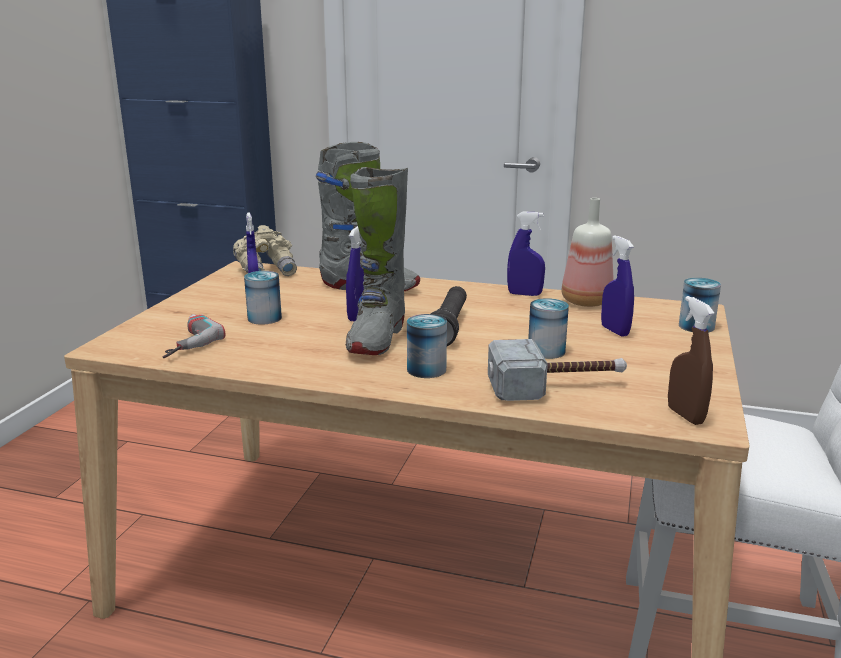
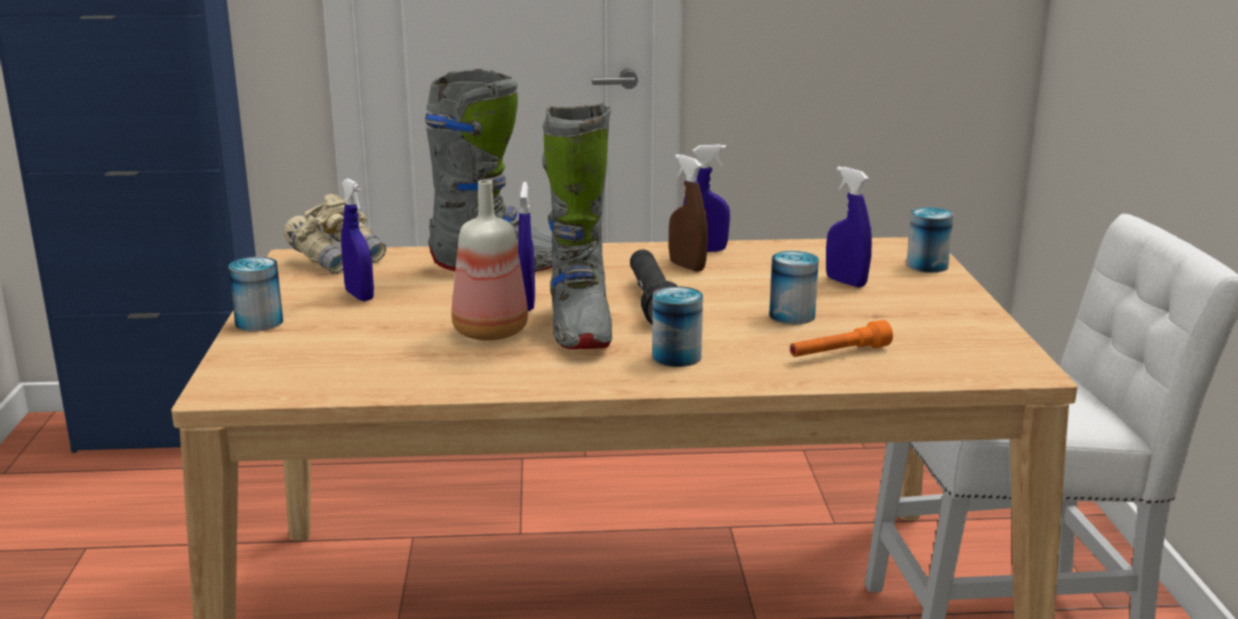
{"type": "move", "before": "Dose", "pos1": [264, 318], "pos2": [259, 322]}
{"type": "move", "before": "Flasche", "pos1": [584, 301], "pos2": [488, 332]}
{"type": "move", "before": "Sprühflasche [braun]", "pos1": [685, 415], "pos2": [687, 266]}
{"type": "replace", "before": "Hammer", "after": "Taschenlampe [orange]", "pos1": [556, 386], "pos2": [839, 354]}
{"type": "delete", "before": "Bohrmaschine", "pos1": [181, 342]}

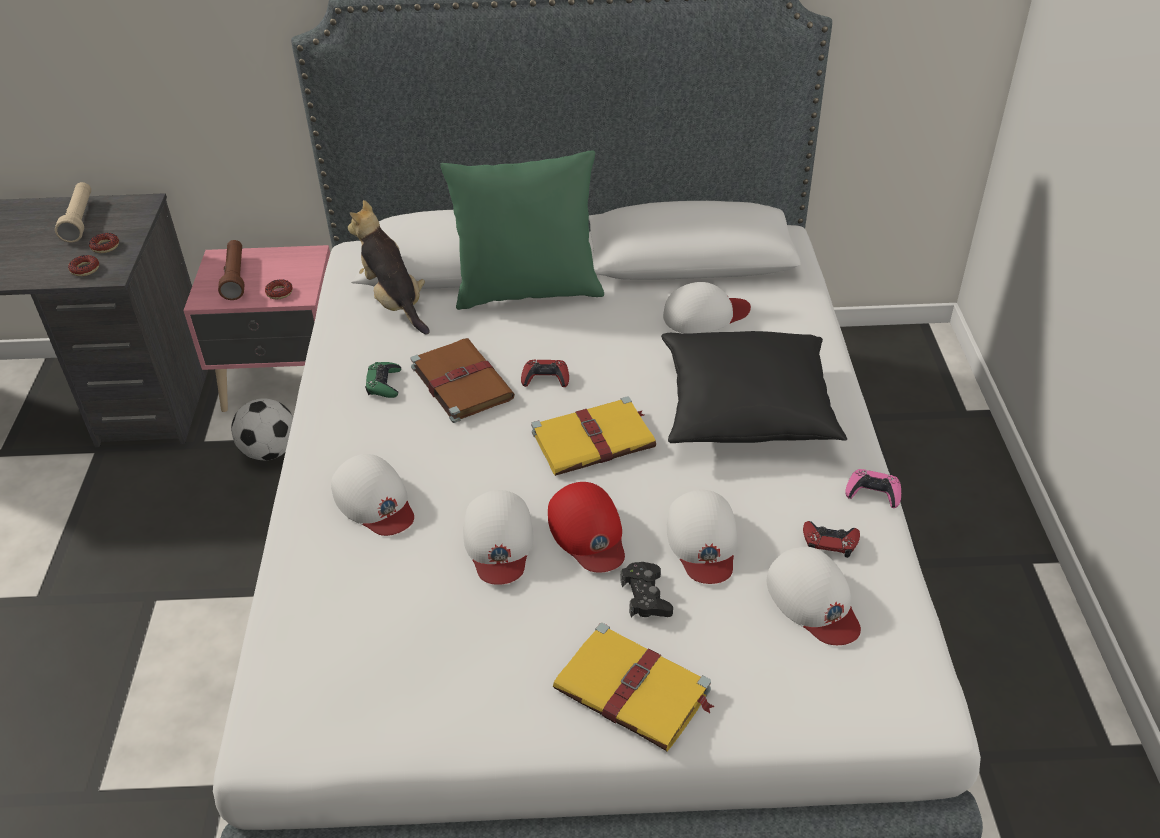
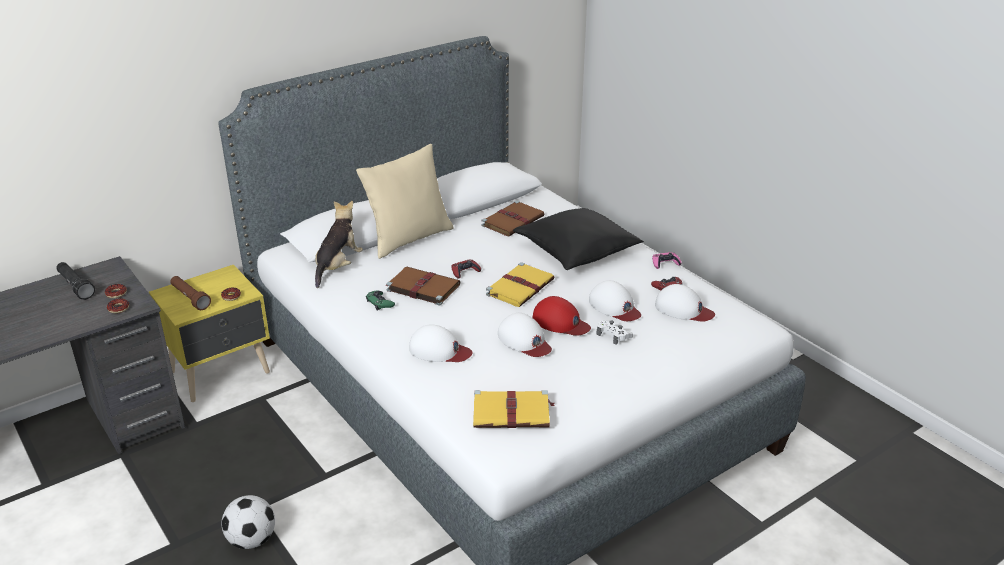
{"type": "recolor", "before": "Taschenlampe [beige]", "after": "Taschenlampe [schwarz]", "pos1": [80, 220], "pos2": [75, 286]}
{"type": "recolor", "before": "Nachttisch [rosa]", "after": "Nachttisch [gelb]", "pos1": [286, 384], "pos2": [222, 373]}
{"type": "move", "before": "Fußball", "pos1": [270, 451], "pos2": [251, 540]}
{"type": "rotate", "before": "Plüschtier", "pos1": [394, 302], "pos2": [338, 266], "turn": 90}
{"type": "recolor", "before": "Kissen [grün]", "after": "Kissen [beige]", "pos1": [528, 291], "pos2": [408, 239]}
{"type": "move", "before": "Buch [gelb]", "pos1": [634, 691], "pos2": [513, 412]}
{"type": "replace", "before": "Kappe [weiß]", "after": "Buch [braun]", "pos1": [705, 314], "pos2": [513, 221]}
{"type": "recolor", "before": "Gamepad [schwarz]", "after": "Gamepad [weiß]", "pos1": [646, 597], "pos2": [613, 335]}

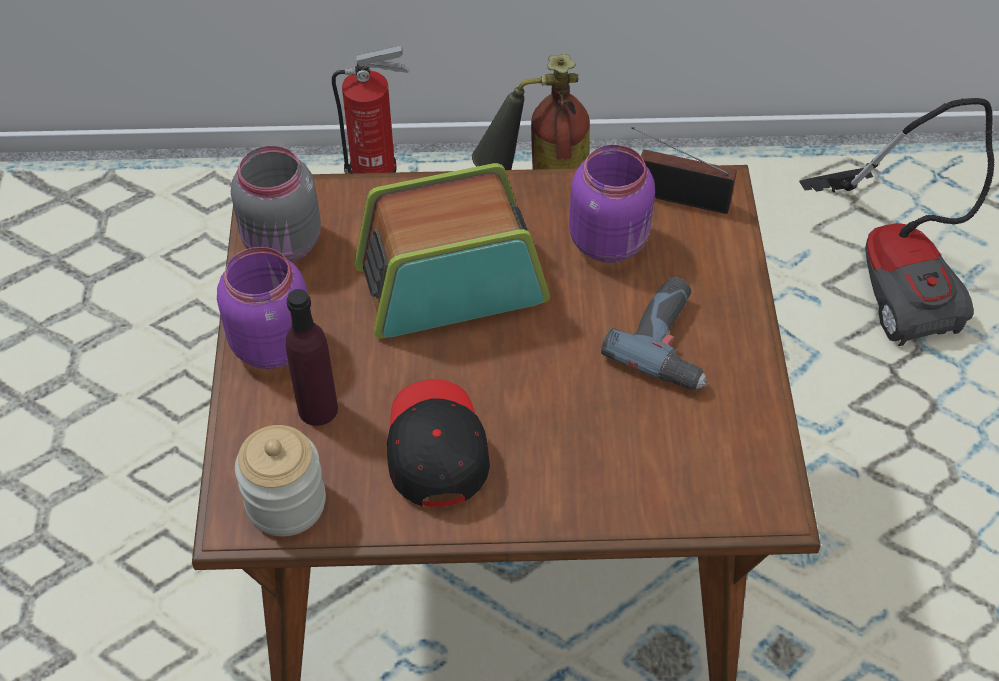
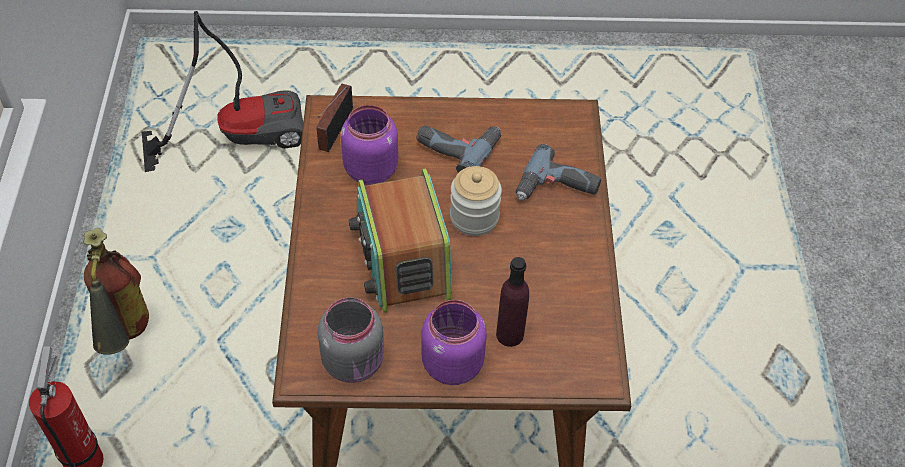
{"type": "move", "before": "Vorratsglas", "pos1": [286, 503], "pos2": [474, 217]}
{"type": "insert", "after": "Bohrmaschine", "pos2": [557, 189]}
{"type": "delete", "before": "Kappe [schwarz]", "pos1": [435, 447]}

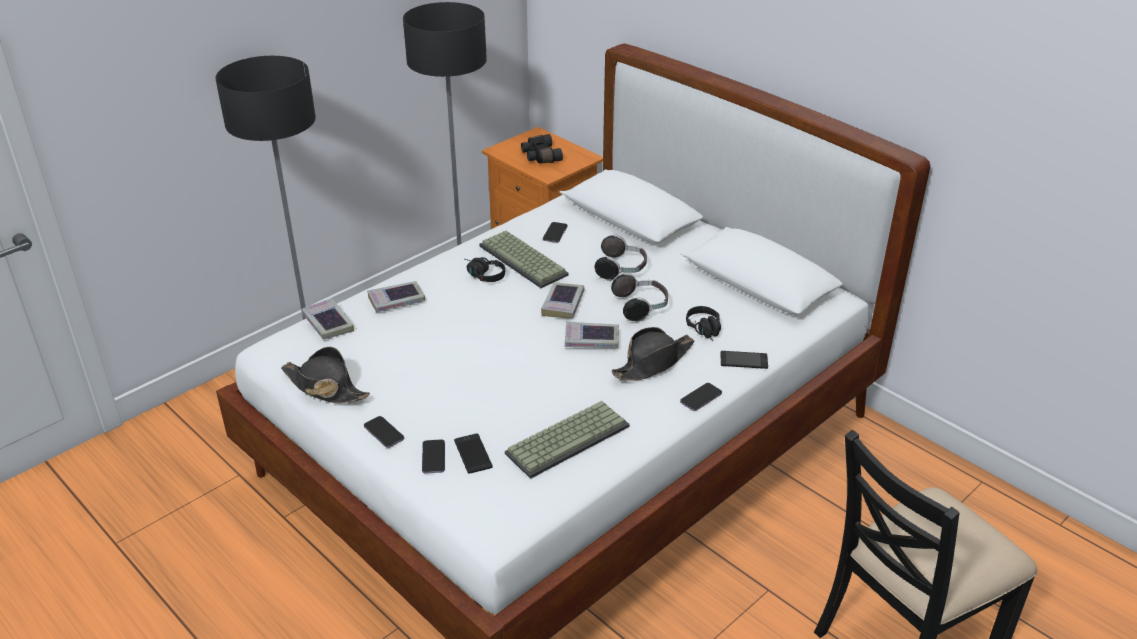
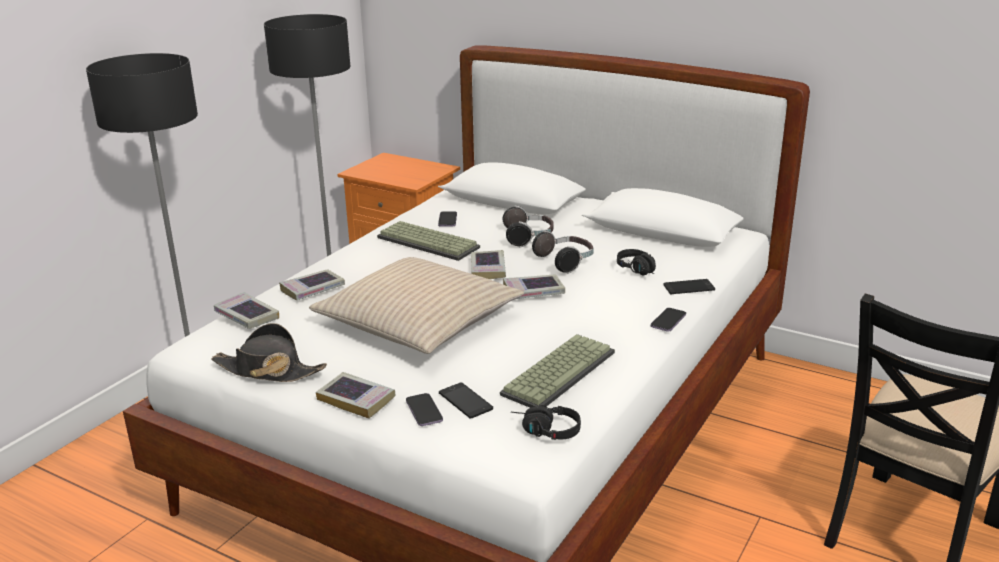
{"type": "insert", "after": "Kissen [beige]", "pos2": [418, 322]}
{"type": "replace", "before": "Handy", "after": "Buch", "pos1": [384, 433], "pos2": [356, 399]}
{"type": "move", "before": "Kopfhörer [schwarz]", "pos1": [482, 275], "pos2": [544, 431]}
{"type": "delete", "before": "Fernglas [schwarz]", "pos1": [540, 156]}
{"type": "delete", "before": "Hut [schwarz]", "pos1": [653, 362]}

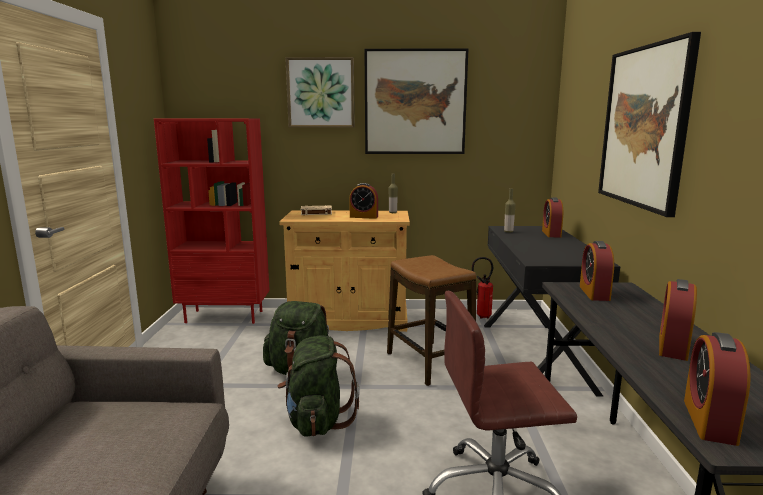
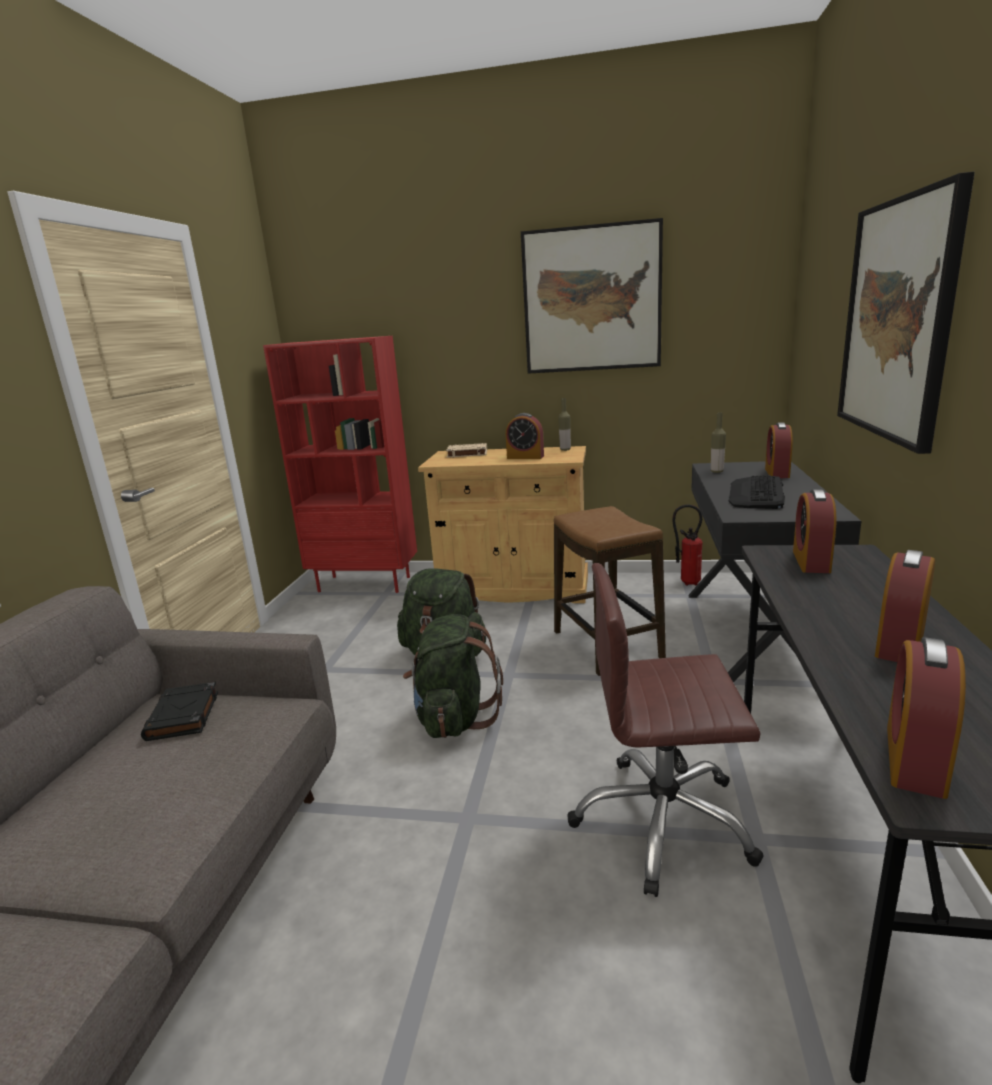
{"type": "insert", "after": "Buch [schwarz]", "pos2": [183, 716]}
{"type": "insert", "after": "Tastatur", "pos2": [756, 494]}
{"type": "delete", "before": "Bild", "pos1": [321, 93]}

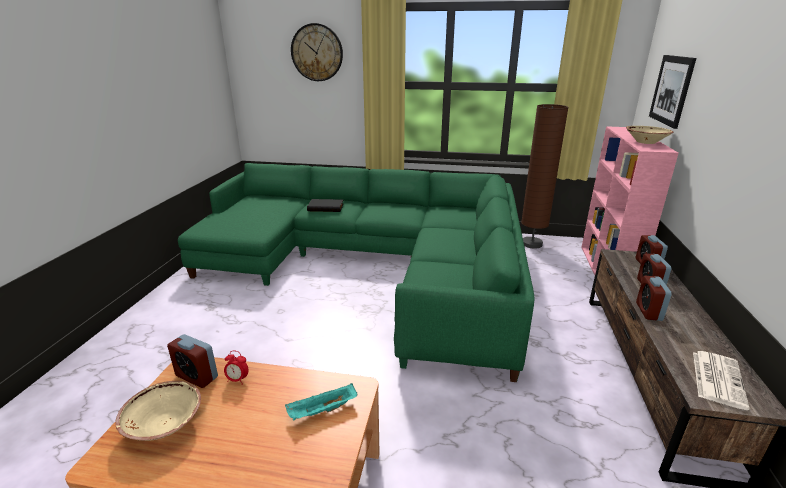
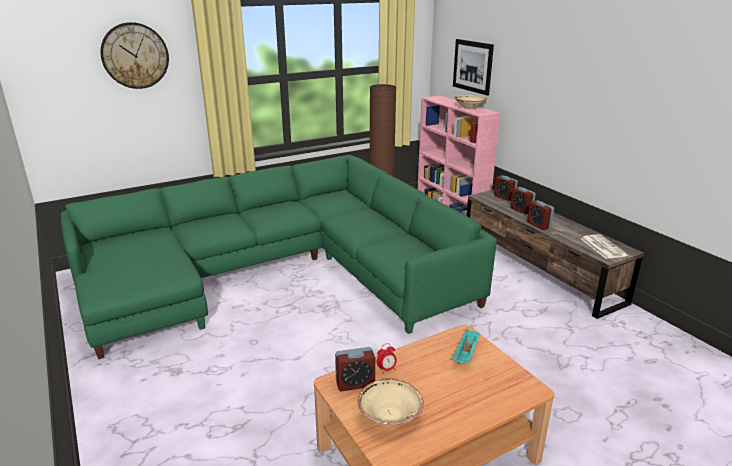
{"type": "delete", "before": "Buch [schwarz]", "pos1": [326, 207]}

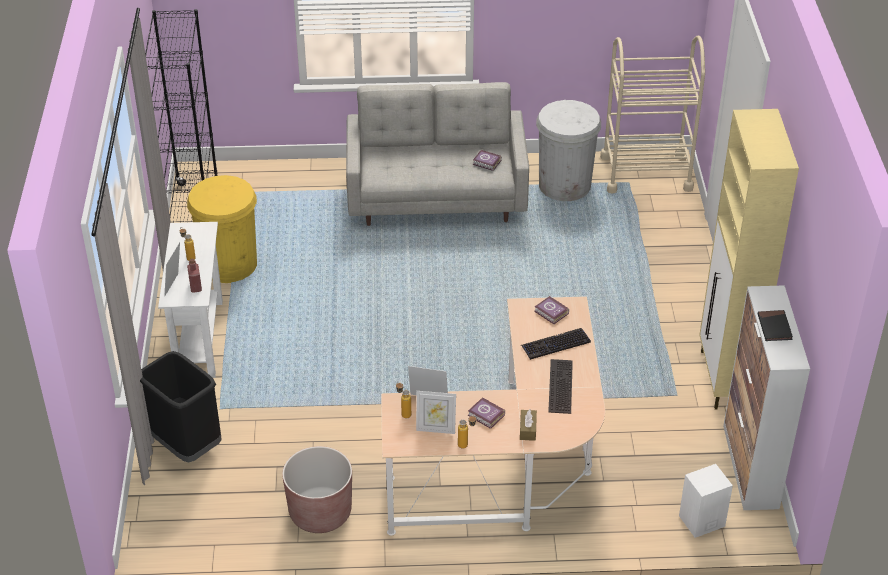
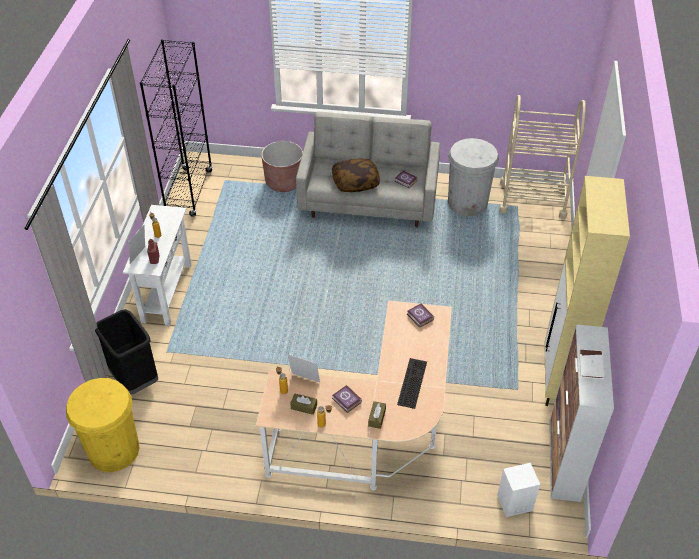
{"type": "move", "before": "Mülleimer [gelb]", "pos1": [229, 264], "pos2": [113, 450]}
{"type": "move", "before": "Pflanzkübel [braun]", "pos1": [320, 512], "pos2": [284, 182]}
{"type": "replace", "before": "Bilderrahmen", "after": "Taschentuchbox [braun]", "pos1": [436, 429], "pos2": [304, 407]}
{"type": "insert", "after": "Kissen", "pos2": [355, 182]}
{"type": "recolor", "before": "Buch [schwarz]", "after": "Buch [weiß]", "pos1": [774, 327], "pos2": [591, 365]}
{"type": "delete", "before": "Tastatur", "pos1": [555, 344]}

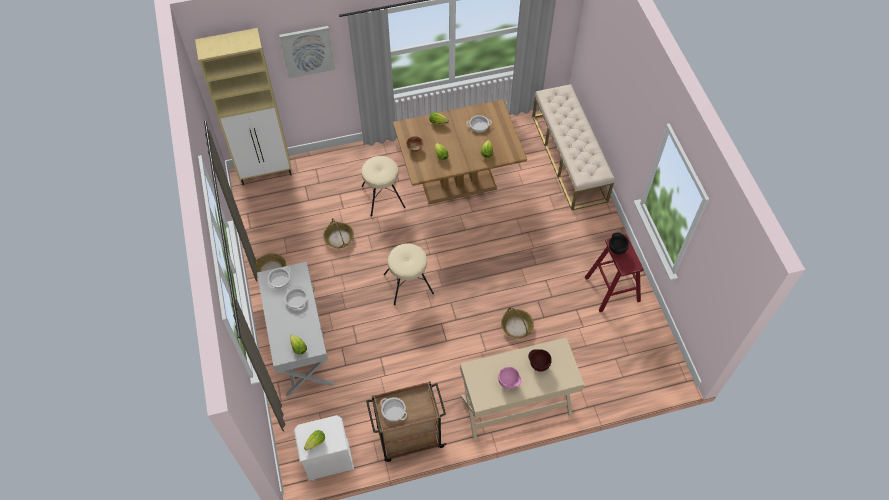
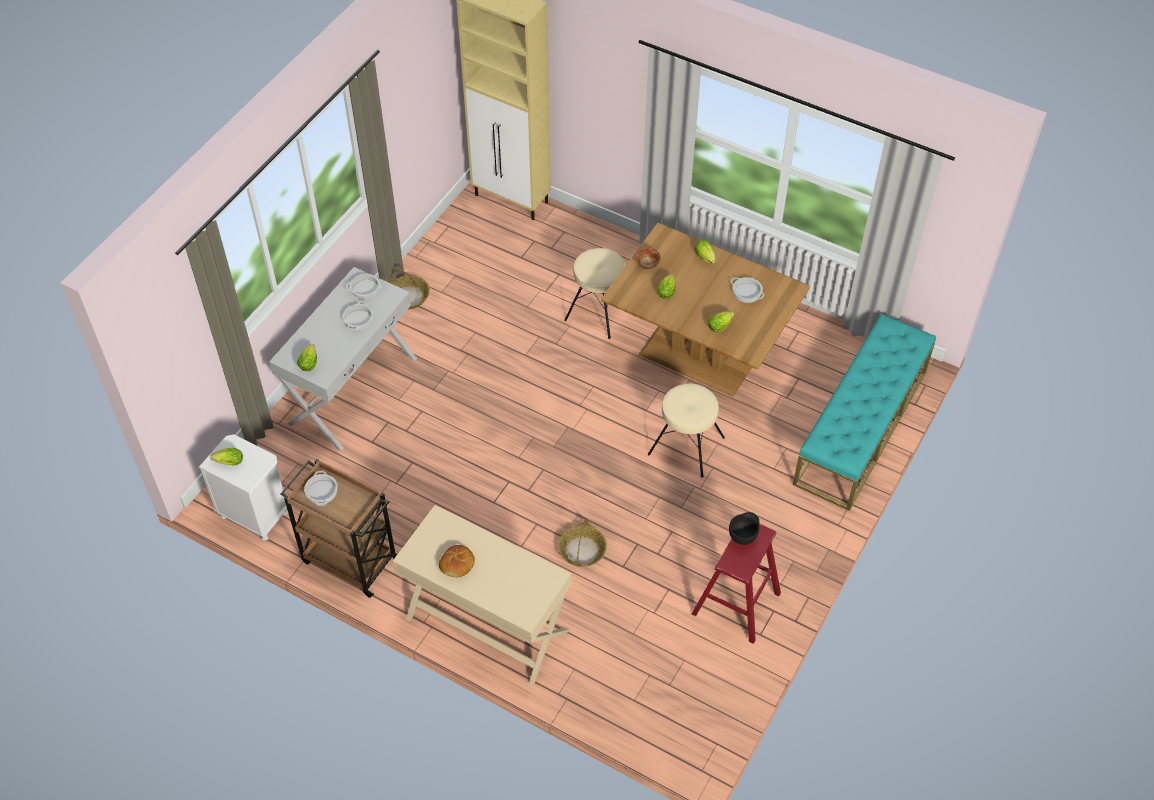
{"type": "replace", "before": "Schüssel [rosa]", "after": "Brot", "pos1": [509, 383], "pos2": [457, 564]}
{"type": "move", "before": "Hocker [beige]", "pos1": [408, 284], "pos2": [686, 446]}
{"type": "recolor", "before": "Bank [beige]", "after": "Bank [türkis]", "pos1": [569, 158], "pos2": [860, 428]}
{"type": "delete", "before": "Bild", "pos1": [307, 51]}
{"type": "delete", "before": "Korb", "pos1": [339, 238]}
{"type": "delete", "before": "Schüssel [braun]", "pos1": [538, 364]}

